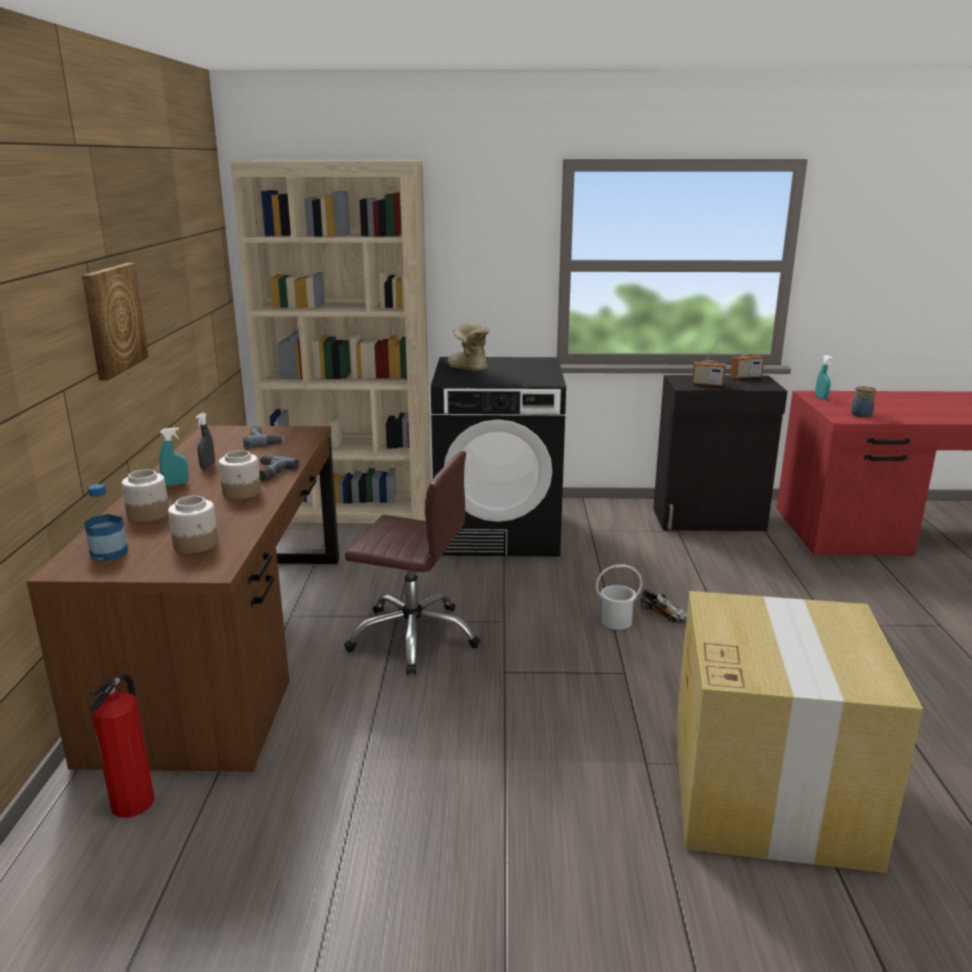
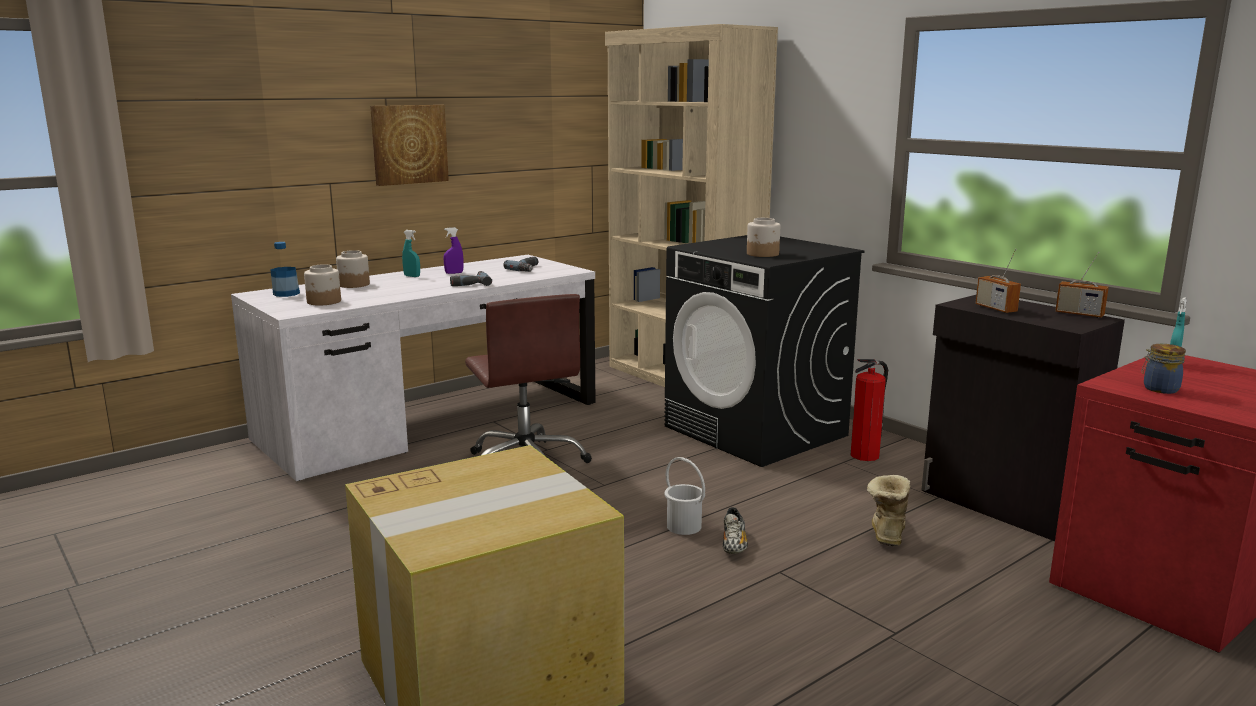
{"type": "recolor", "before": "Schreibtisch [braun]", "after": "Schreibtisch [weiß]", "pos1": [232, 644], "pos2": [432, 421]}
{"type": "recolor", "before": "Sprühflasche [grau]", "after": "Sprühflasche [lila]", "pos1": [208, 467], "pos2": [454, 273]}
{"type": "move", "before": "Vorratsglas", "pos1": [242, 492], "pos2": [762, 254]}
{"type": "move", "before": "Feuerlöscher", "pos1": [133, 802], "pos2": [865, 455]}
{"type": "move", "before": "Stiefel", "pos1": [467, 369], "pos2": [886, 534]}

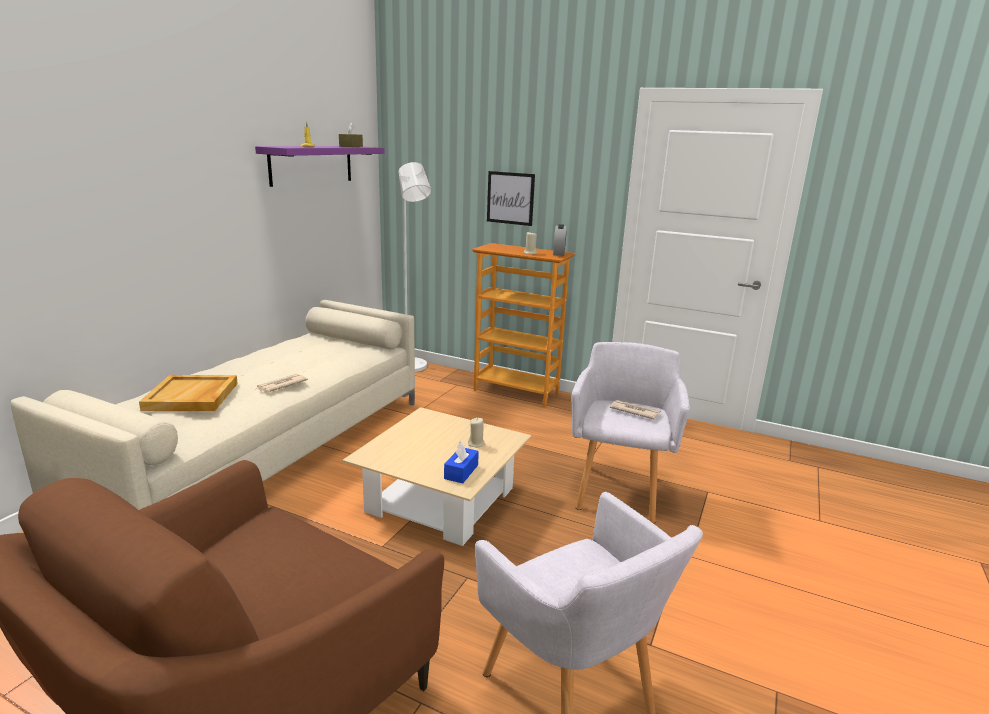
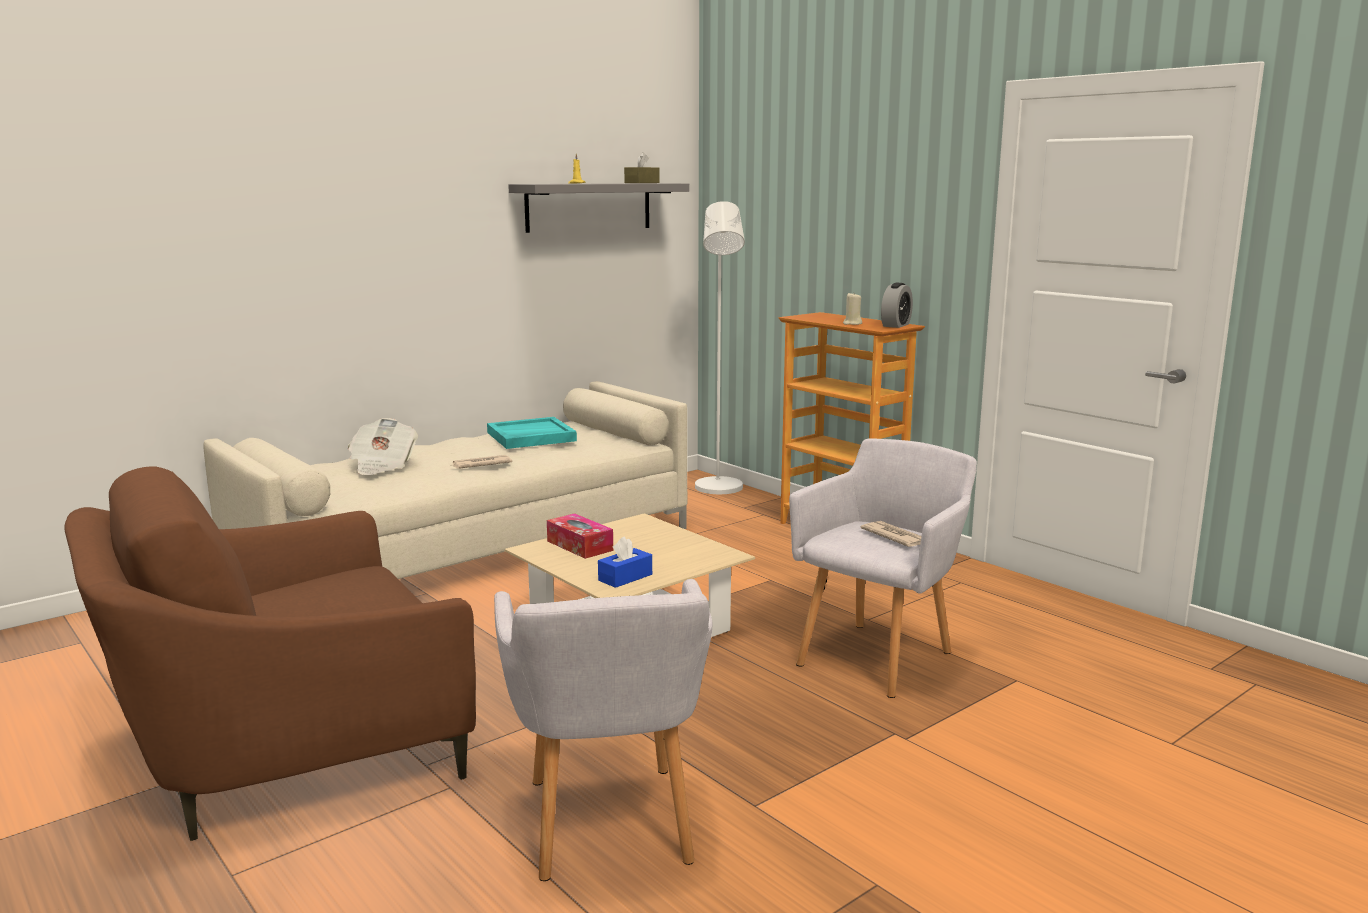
{"type": "replace", "before": "Tablett [beige]", "after": "Zeitung", "pos1": [192, 396], "pos2": [382, 465]}
{"type": "insert", "after": "Tablett [türkis]", "pos2": [530, 437]}
{"type": "recolor", "before": "Wandregal [lila]", "after": "Wandregal [grau]", "pos1": [311, 164], "pos2": [589, 207]}
{"type": "insert", "after": "Taschentuchbox", "pos2": [580, 546]}
{"type": "delete", "before": "Kerze [beige]", "pos1": [476, 444]}
{"type": "delete", "before": "Bild", "pos1": [510, 198]}

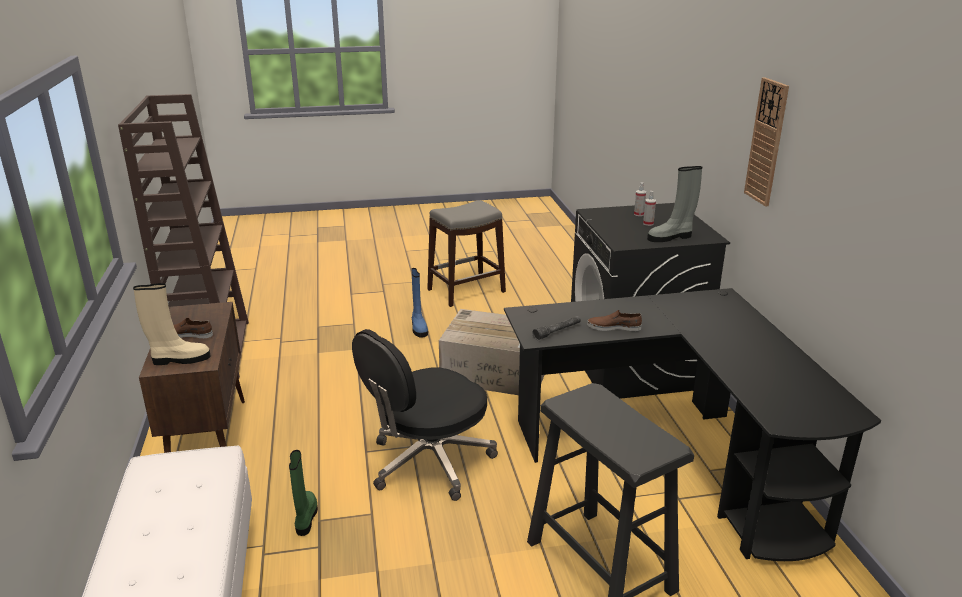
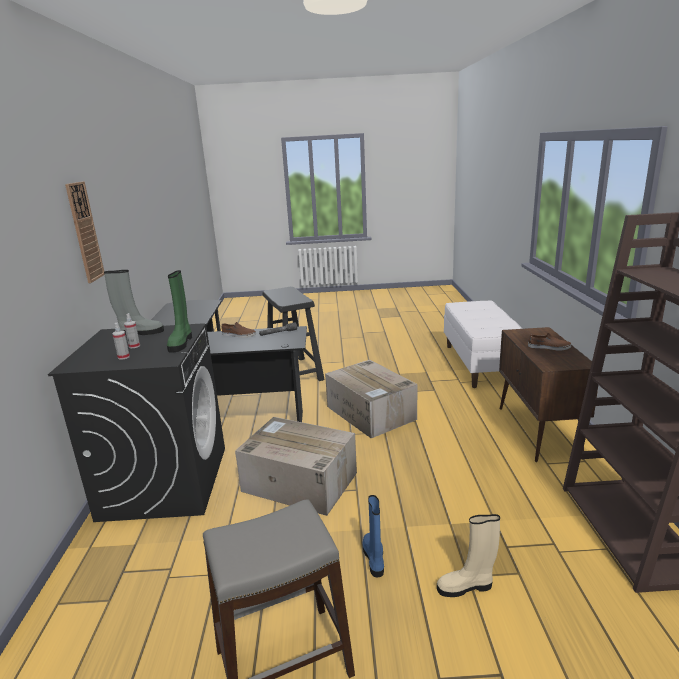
{"type": "move", "before": "Stiefel [grün]", "pos1": [305, 517], "pos2": [181, 343]}
{"type": "replace", "before": "Bürostuhl [schwarz]", "after": "Karton", "pos1": [428, 462], "pos2": [371, 413]}
{"type": "move", "before": "Stiefel [beige]", "pos1": [179, 359], "pos2": [466, 587]}

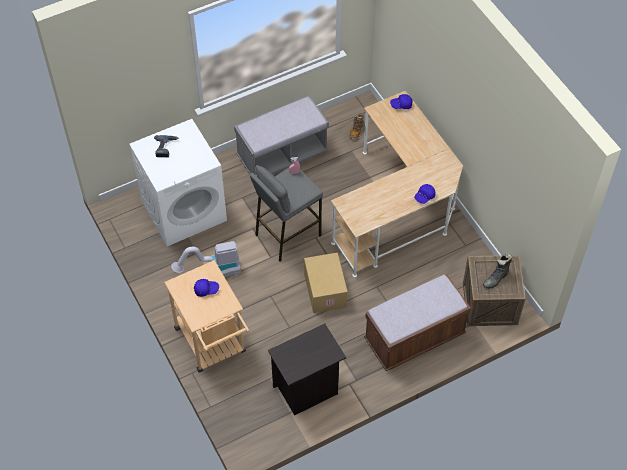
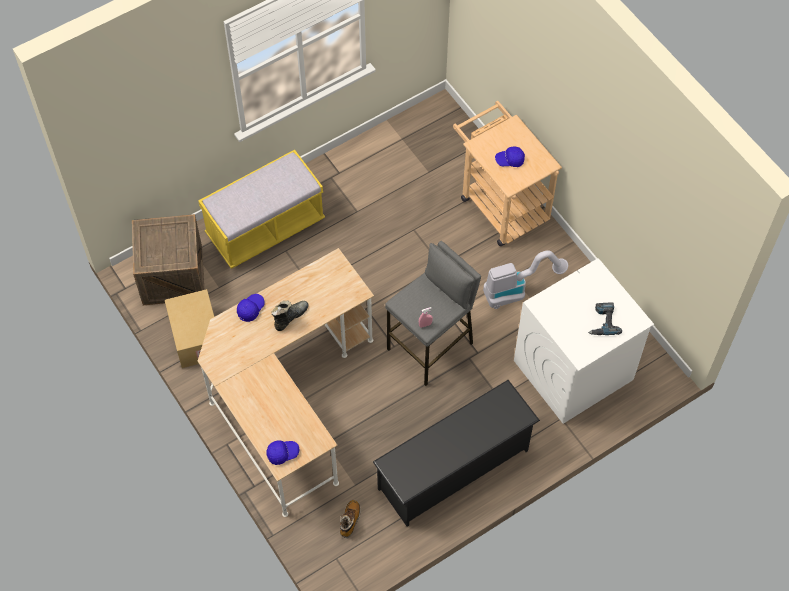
{"type": "move", "before": "Karton", "pos1": [324, 290], "pos2": [197, 337]}
{"type": "recolor", "before": "Bank [braun]", "after": "Bank [gelb]", "pos1": [414, 338], "pos2": [265, 228]}
{"type": "move", "before": "Stiefel [schwarz]", "pos1": [496, 279], "pos2": [290, 317]}
{"type": "replace", "before": "Bank [grau]", "after": "Schuhregal [schwarz]", "pos1": [282, 155], "pos2": [454, 469]}
{"type": "delete", "before": "Nachttisch [schwarz]", "pos1": [307, 390]}

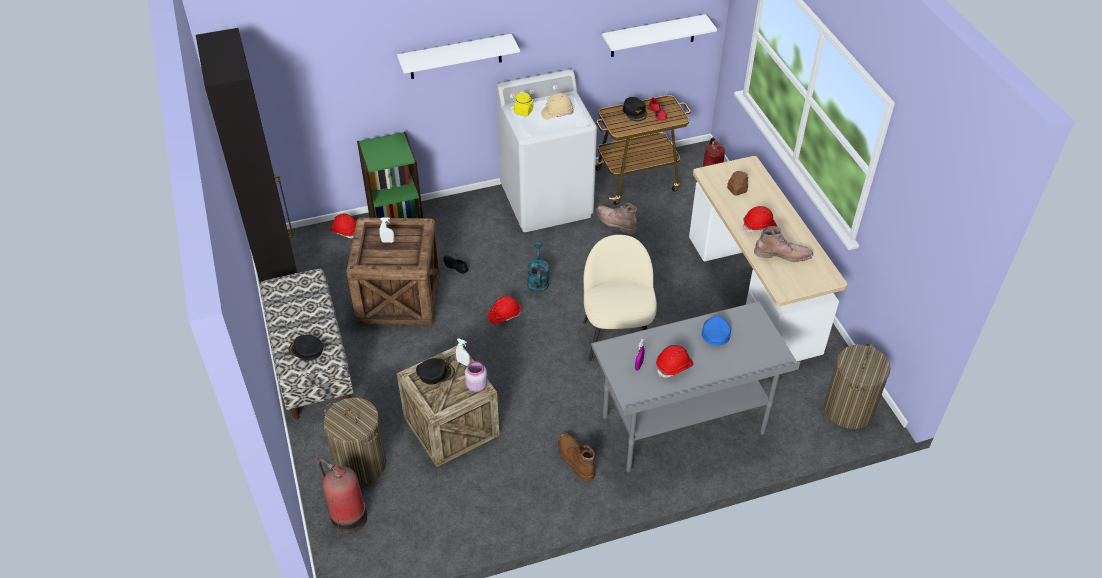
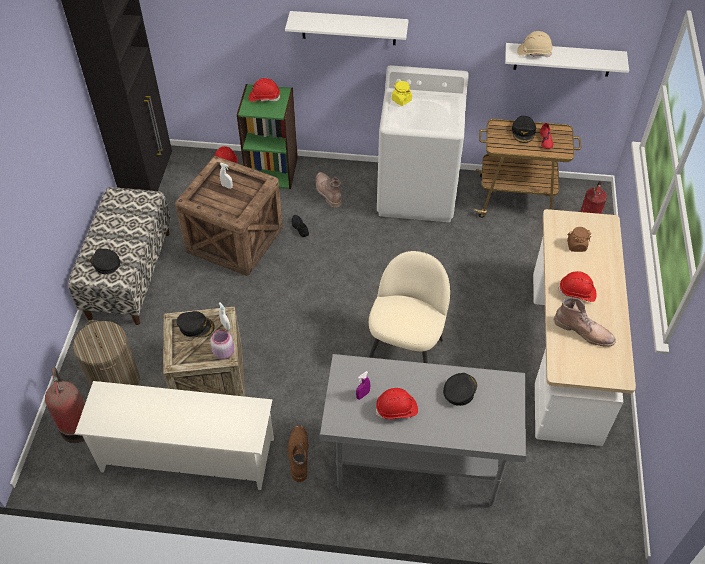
{"type": "insert", "after": "Schuhregal [weiß]", "pos2": [186, 455]}
{"type": "move", "before": "Schutzhelm [rot]", "pos1": [504, 315], "pos2": [264, 97]}
{"type": "move", "before": "Stiefel [braun]", "pos1": [615, 222], "pos2": [327, 192]}
{"type": "recolor", "before": "Kappe [blau]", "after": "Kappe [schwarz]", "pos1": [715, 333], "pos2": [459, 390]}
{"type": "move", "before": "Schutzhelm [beige]", "pos1": [557, 113], "pos2": [534, 52]}
{"type": "delete", "before": "Gießkanne [türkis]", "pos1": [537, 280]}
{"type": "delete", "before": "Wäschekorb", "pos1": [848, 409]}

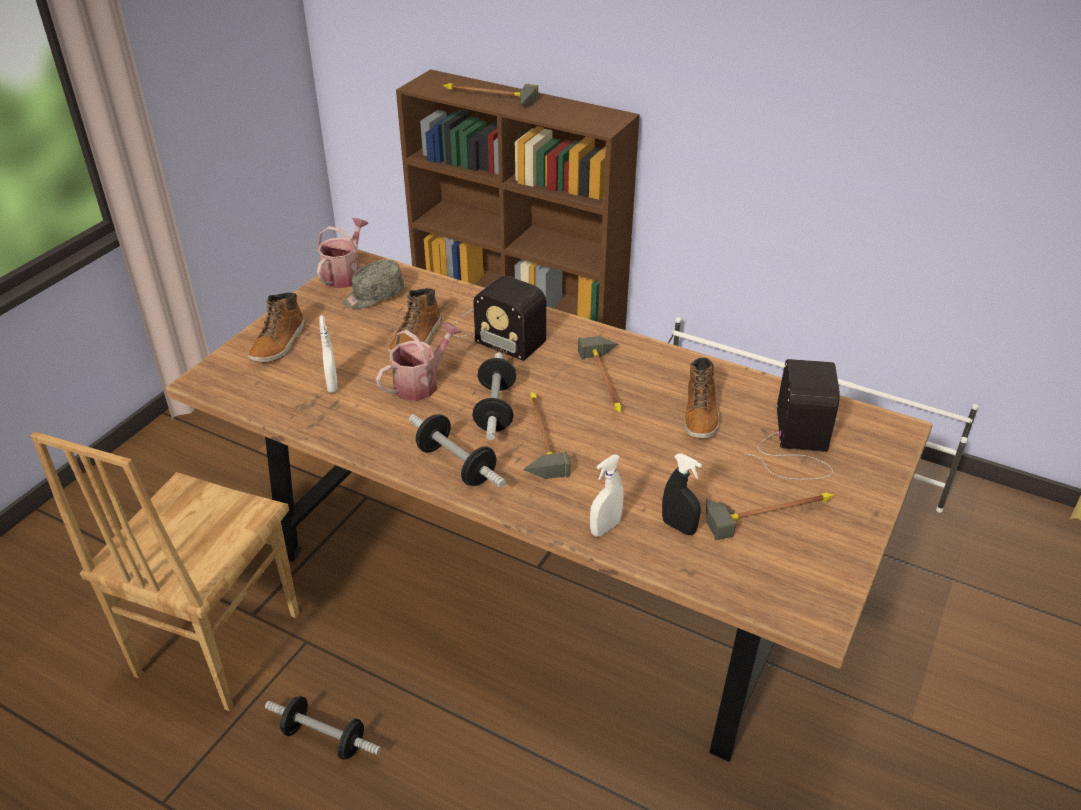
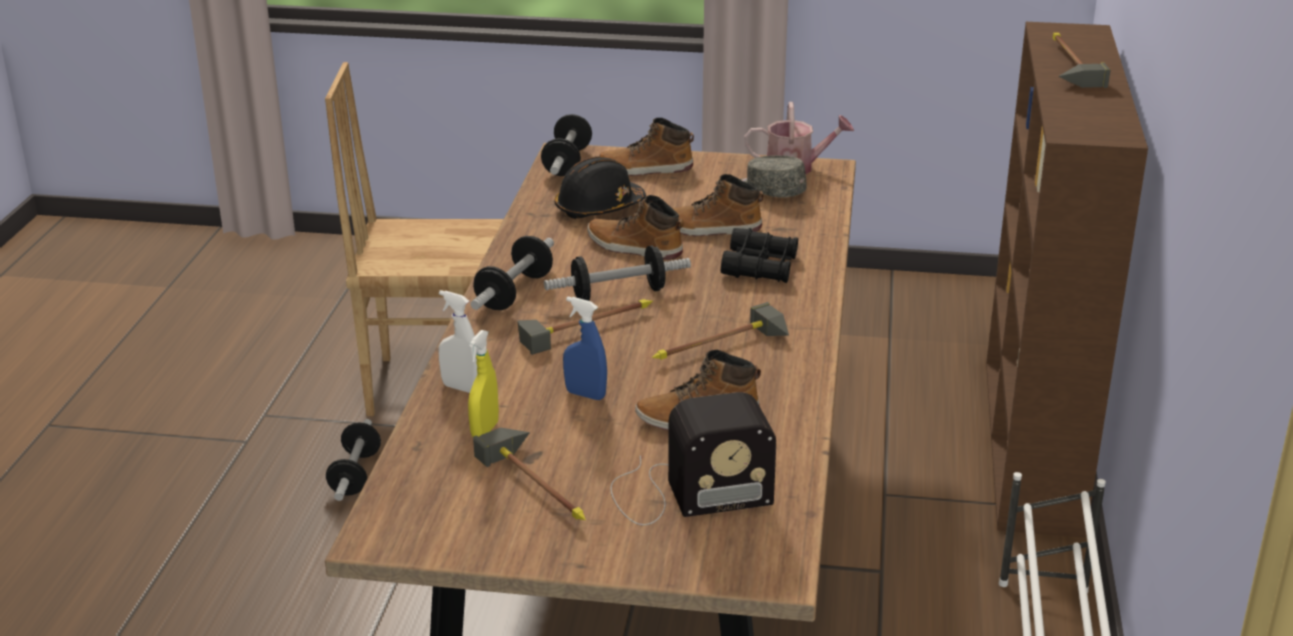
{"type": "recolor", "before": "Sprühflasche [schwarz]", "after": "Sprühflasche [gelb]", "pos1": [678, 527], "pos2": [485, 430]}
{"type": "insert", "after": "Hantel", "pos2": [567, 163]}
{"type": "replace", "before": "Sprühflasche [weiß]", "after": "Schutzhelm [schwarz]", "pos1": [332, 385], "pos2": [599, 207]}
{"type": "insert", "after": "Sprühflasche [blau]", "pos2": [585, 394]}
{"type": "replace", "before": "Gießkanne", "after": "Stiefel", "pos1": [421, 383], "pos2": [634, 248]}
{"type": "replace", "before": "Radio", "after": "Fernglas [schwarz]", "pos1": [495, 332], "pos2": [760, 266]}

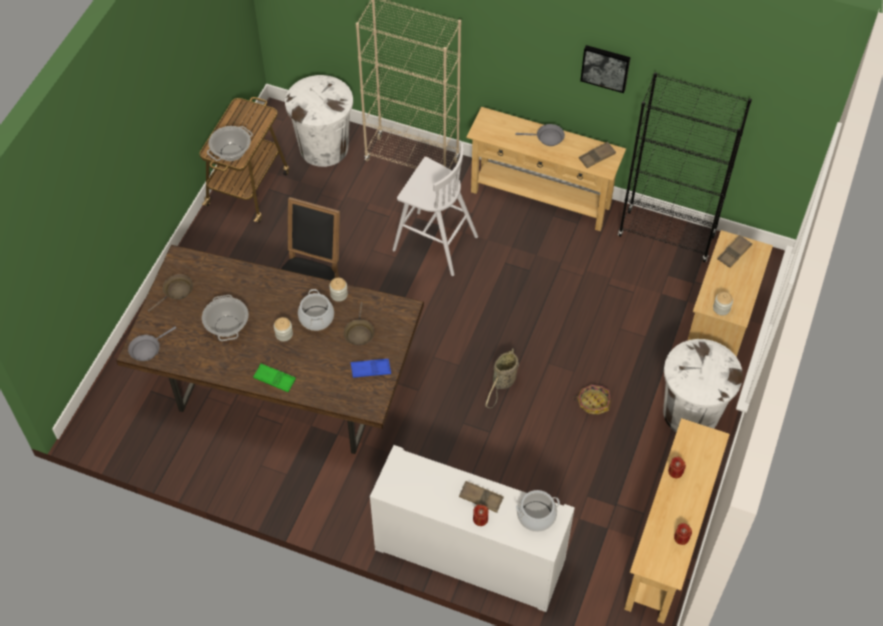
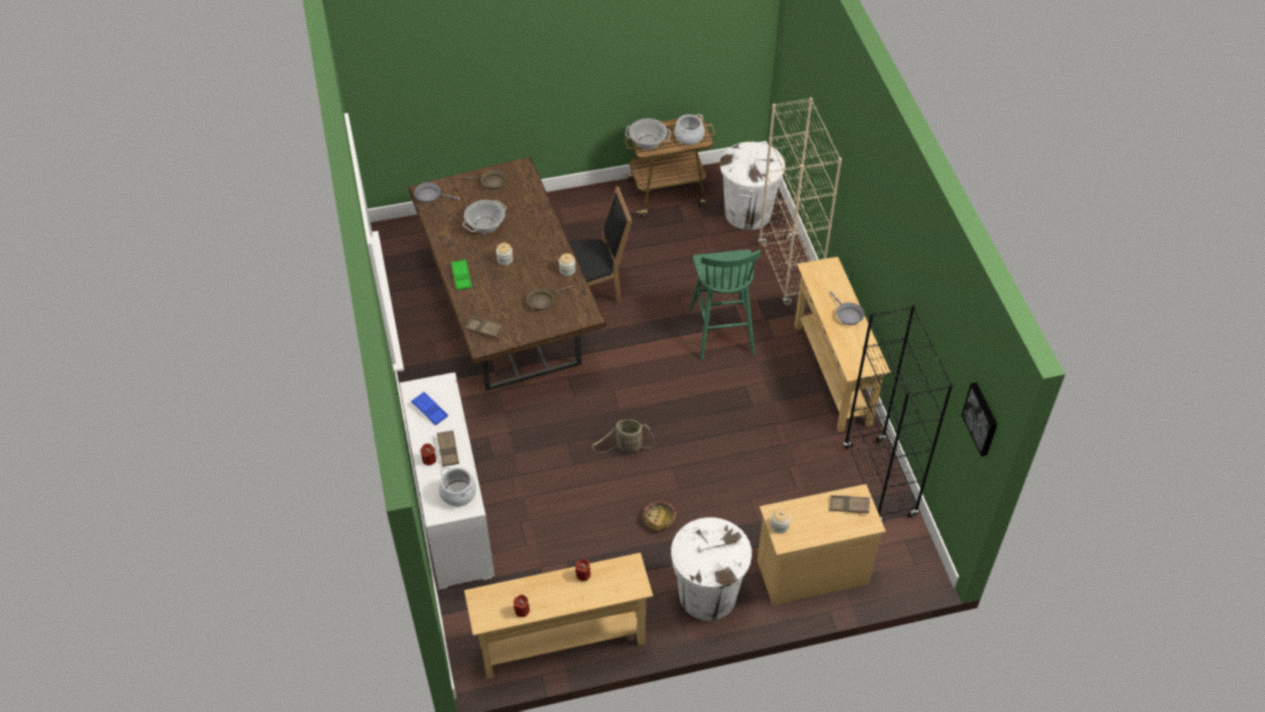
{"type": "move", "before": "Tablett [blau]", "pos1": [370, 370], "pos2": [430, 410]}
{"type": "move", "before": "Tablett [braun]", "pos1": [597, 157], "pos2": [484, 329]}
{"type": "move", "before": "Kochtopf", "pos1": [316, 318], "pos2": [689, 137]}
{"type": "recolor", "before": "Hocker [weiß]", "after": "Hocker [grün]", "pos1": [433, 243], "pos2": [721, 329]}
{"type": "move", "before": "Bild", "pos1": [605, 67], "pos2": [982, 418]}

